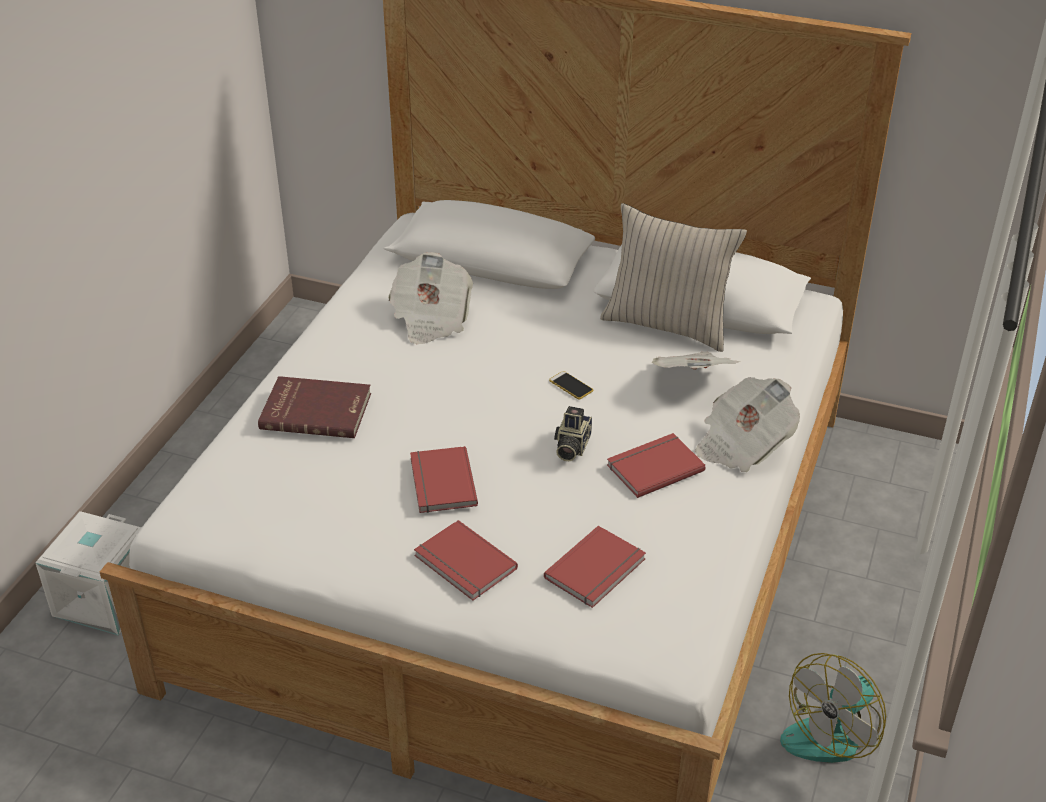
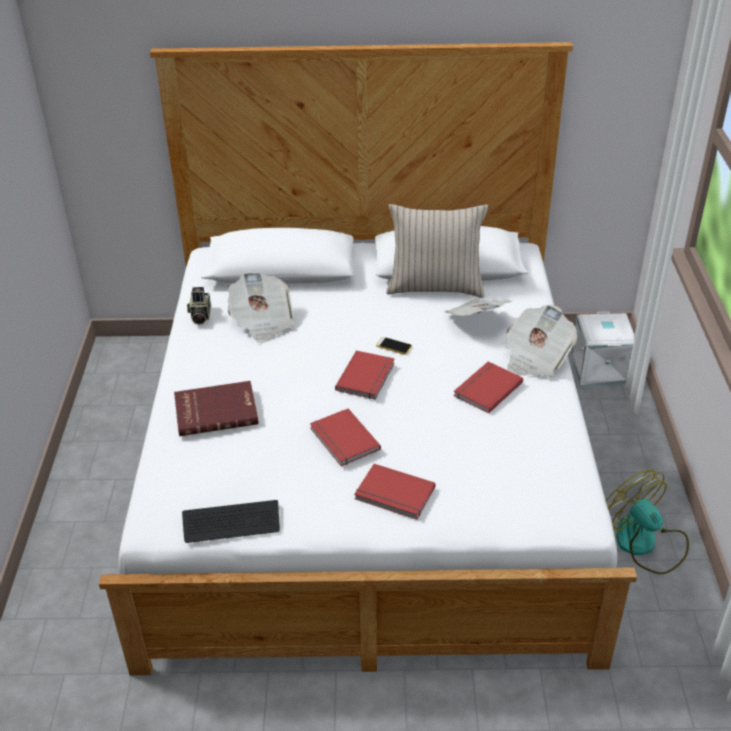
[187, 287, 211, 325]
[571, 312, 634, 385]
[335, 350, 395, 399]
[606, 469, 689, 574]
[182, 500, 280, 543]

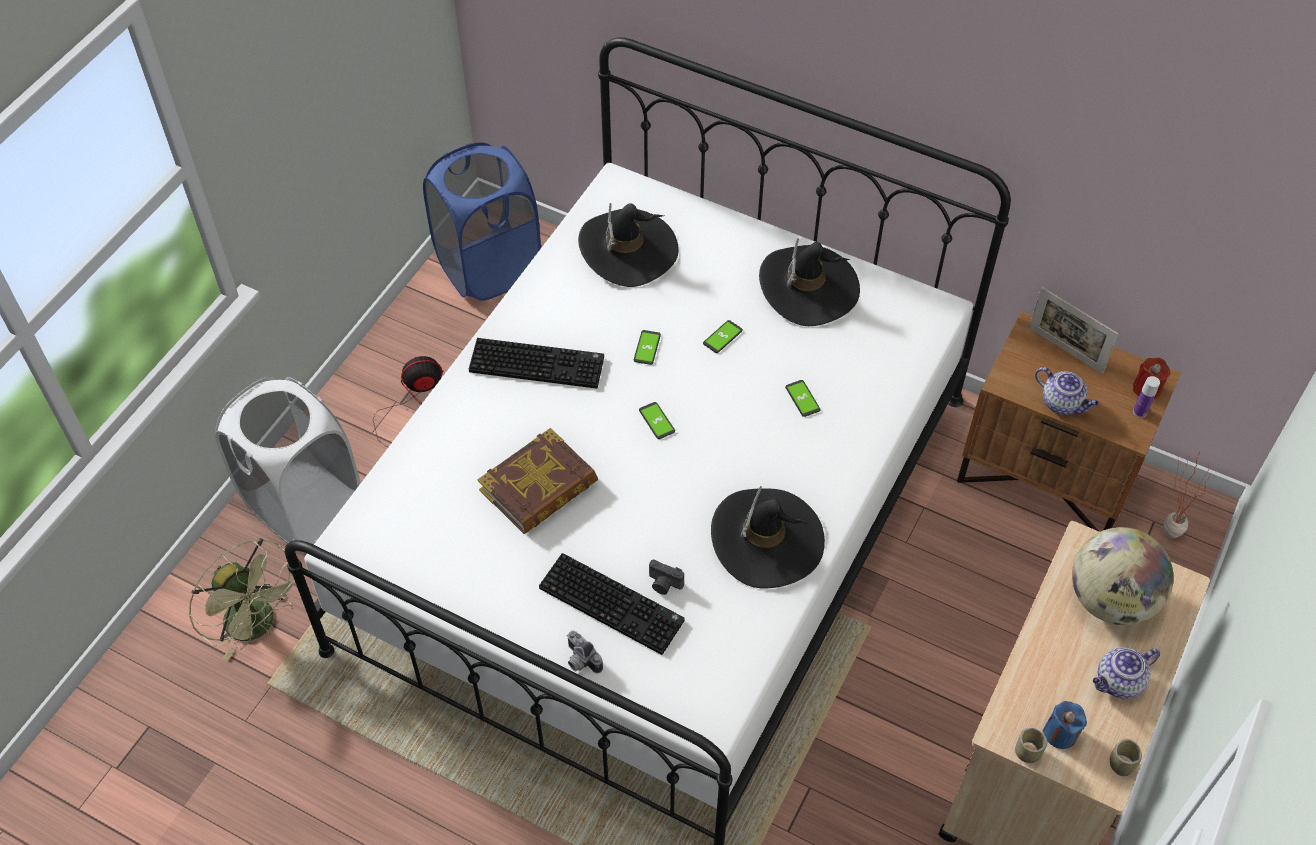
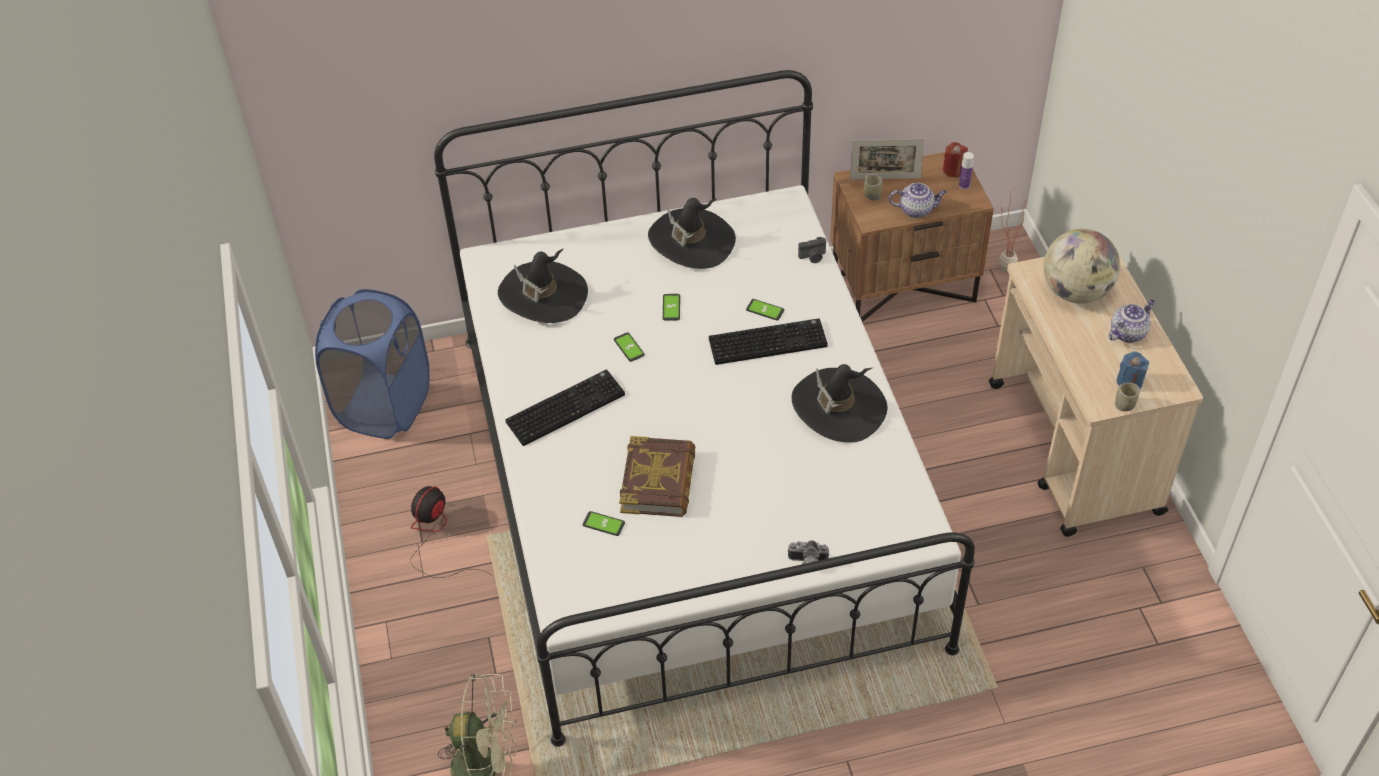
[215, 377, 361, 545] (first image)
[583, 511, 625, 536]
[709, 318, 828, 365]
[798, 237, 826, 263]
[1108, 299, 1155, 343]
[864, 174, 883, 201]

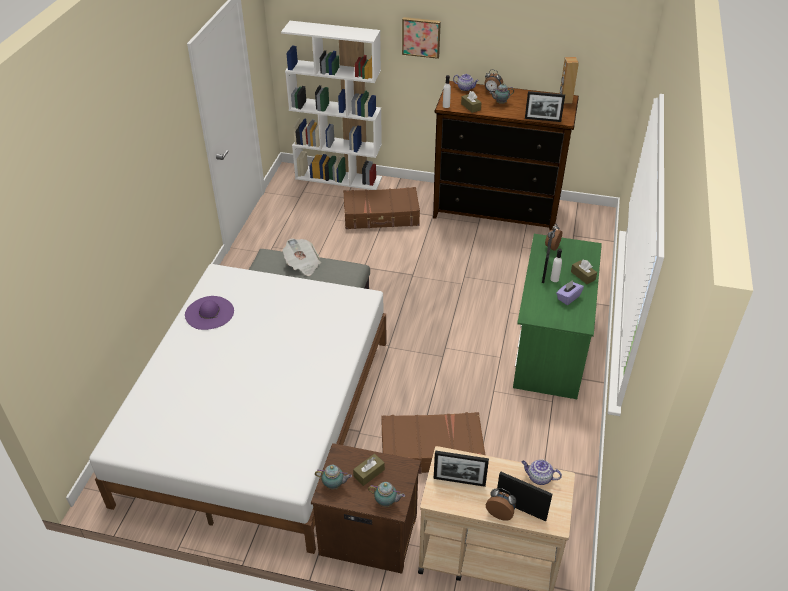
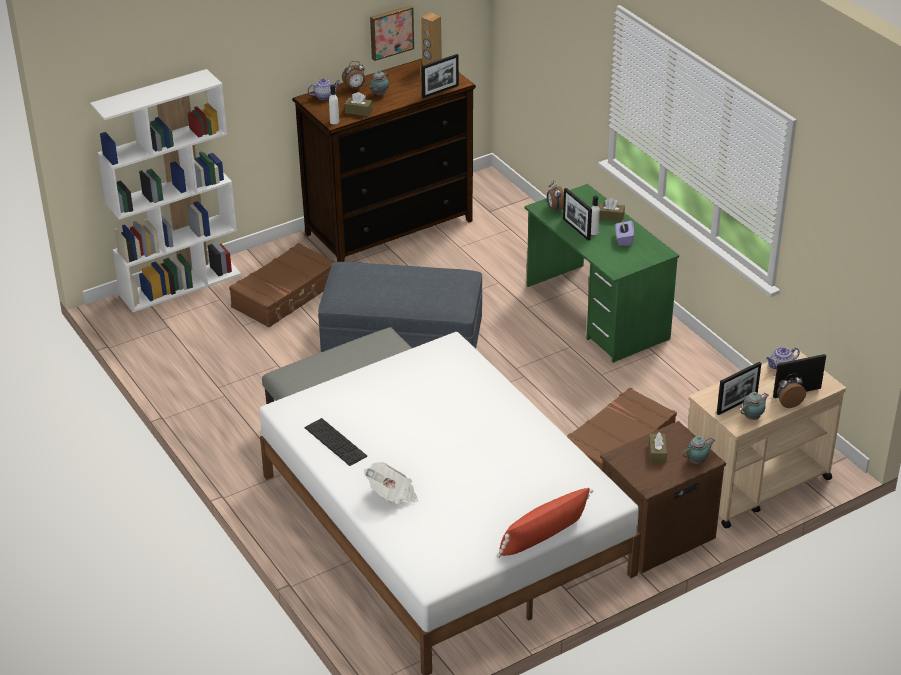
[370, 5, 414, 61]
[364, 462, 419, 504]
[304, 418, 367, 466]
[740, 392, 769, 420]
[318, 262, 482, 352]
[497, 488, 593, 558]

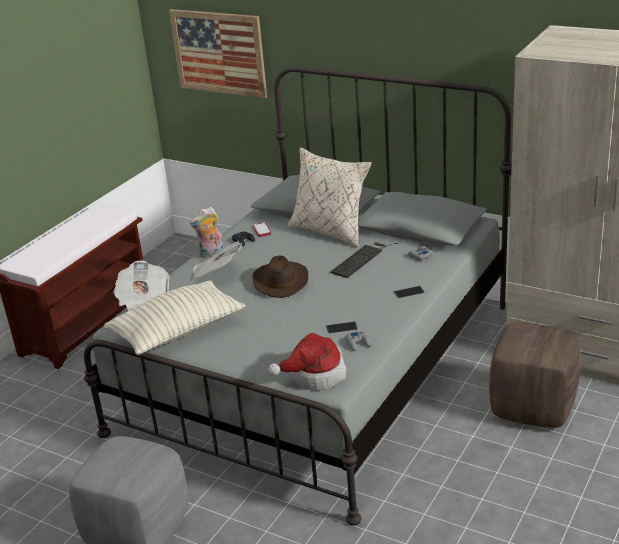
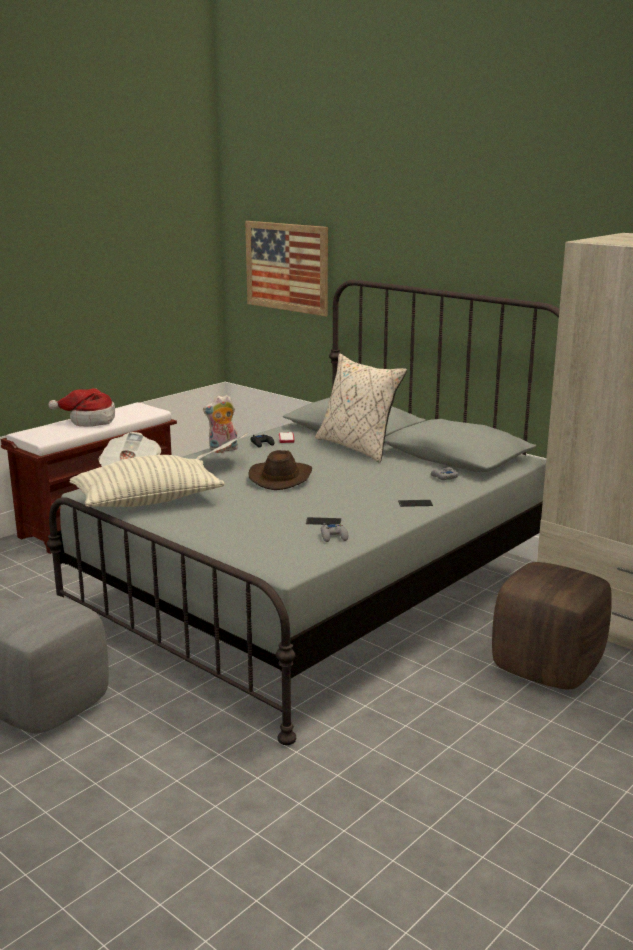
[330, 242, 398, 278] (first image)
[48, 388, 115, 427]

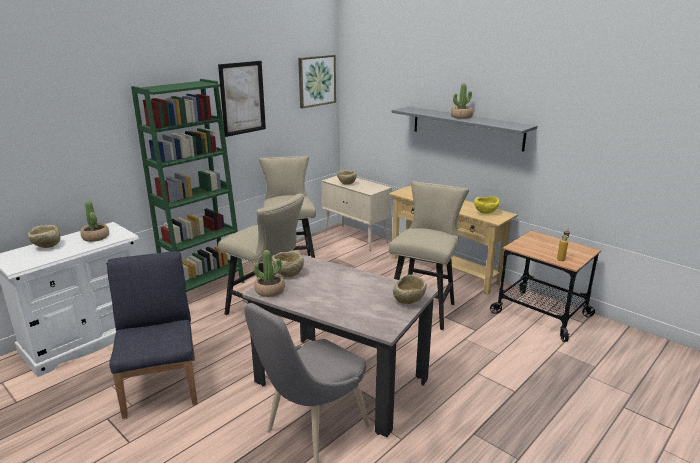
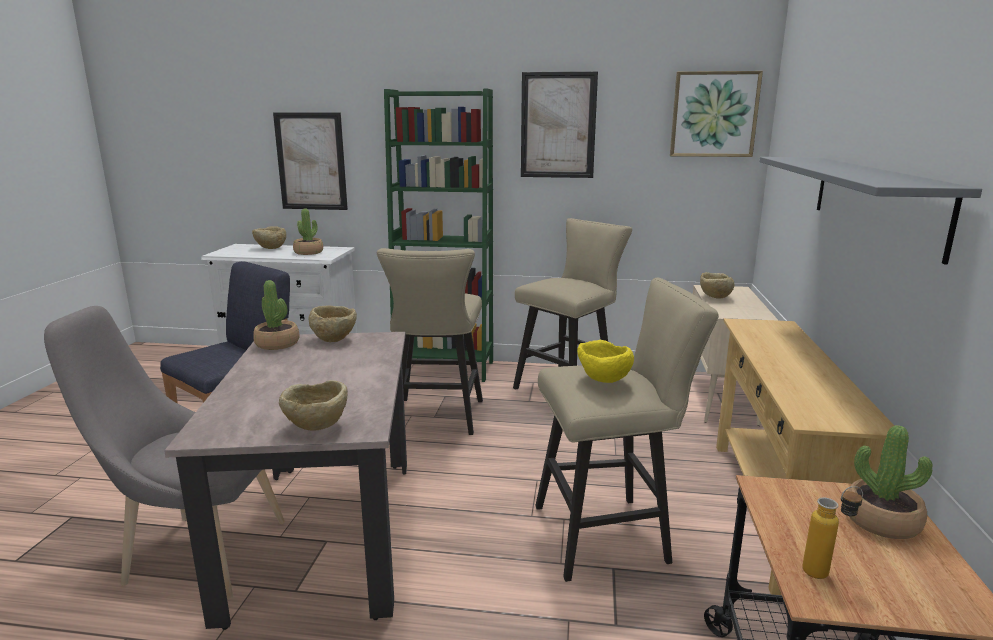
[848, 425, 932, 539]
[577, 340, 634, 383]
[273, 113, 348, 210]

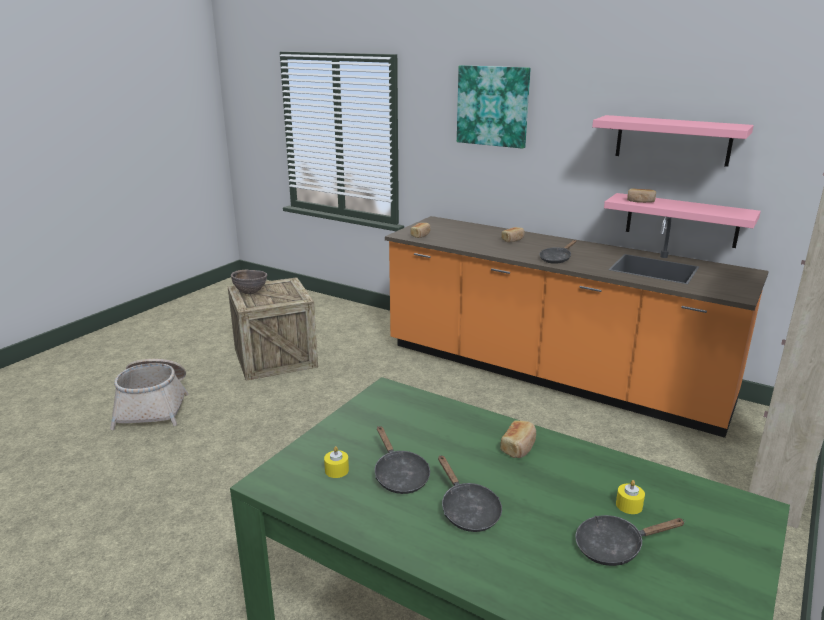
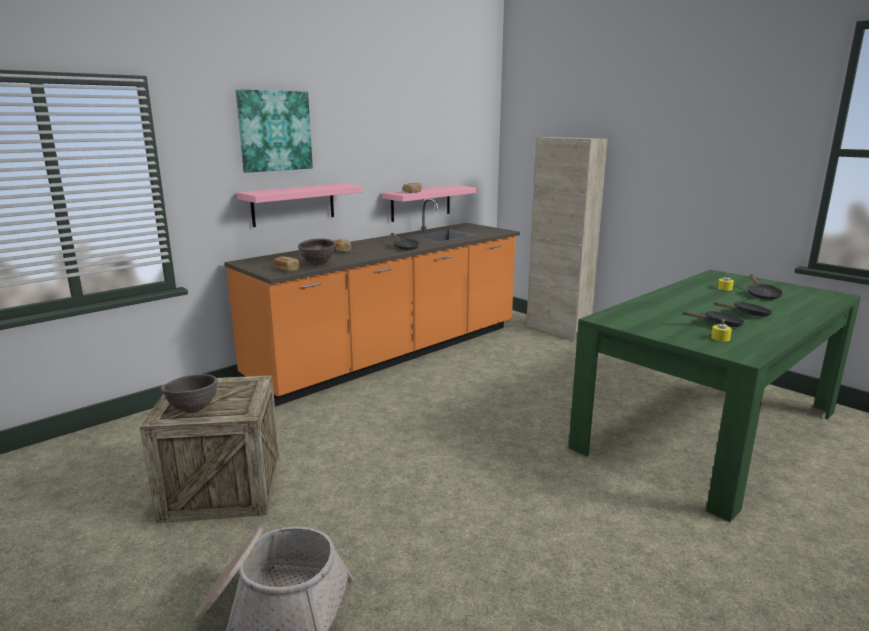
[237, 183, 363, 227]
[500, 420, 536, 458] (first image)
[298, 238, 336, 265]

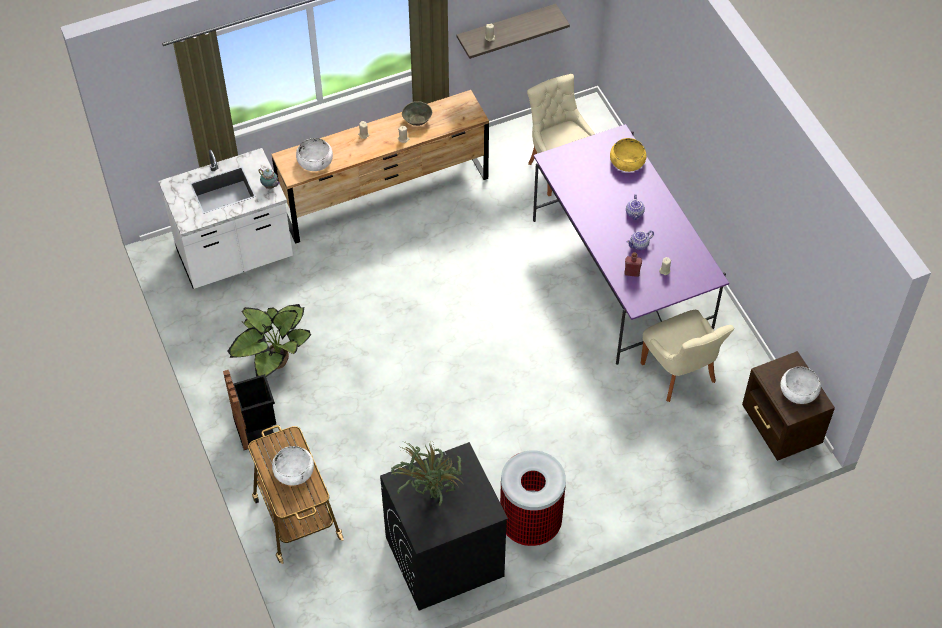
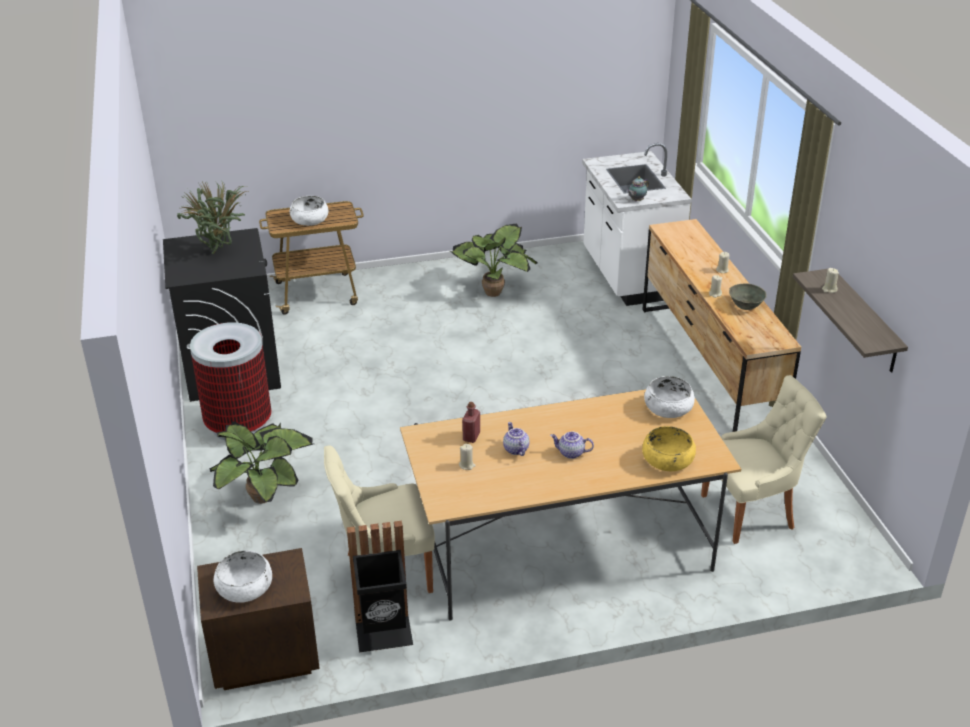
[400, 389, 741, 621]
[644, 376, 695, 418]
[347, 521, 413, 653]
[210, 421, 313, 504]

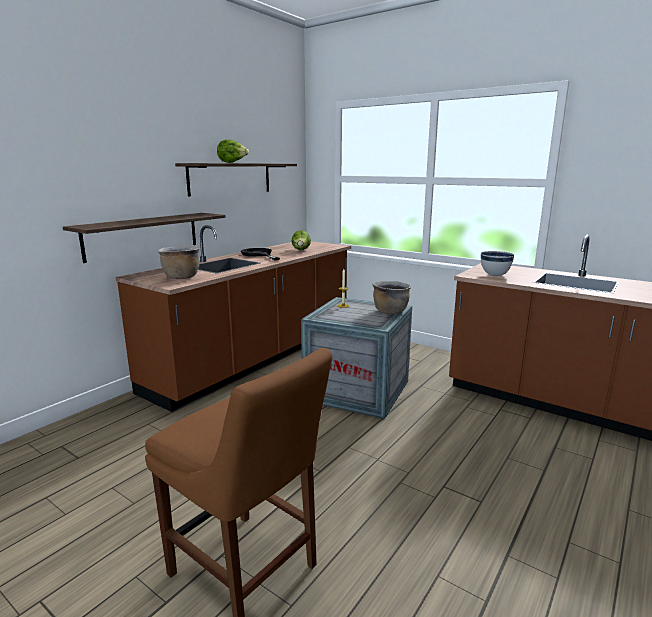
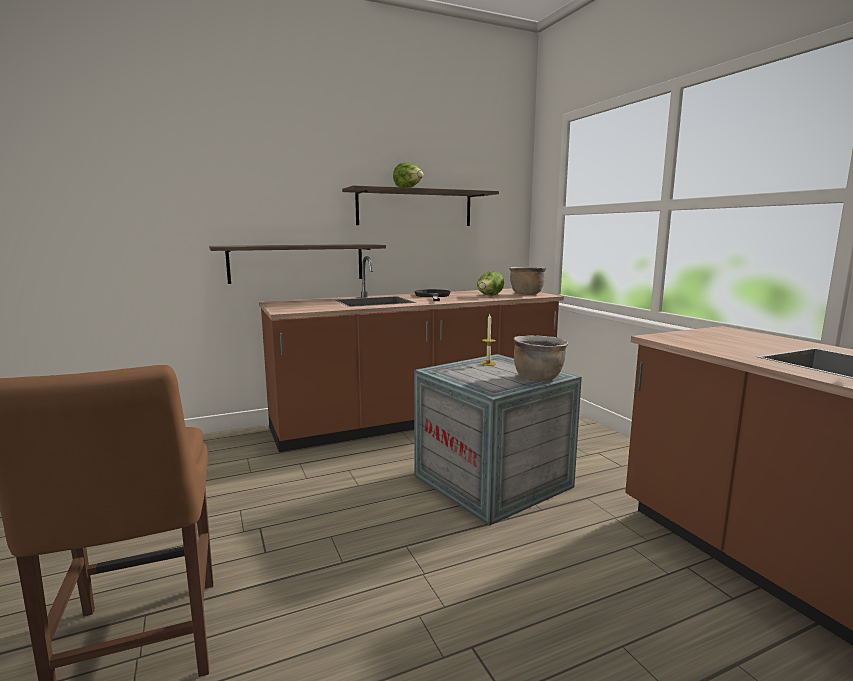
[509, 267, 546, 295]
[481, 251, 514, 276] (first image)

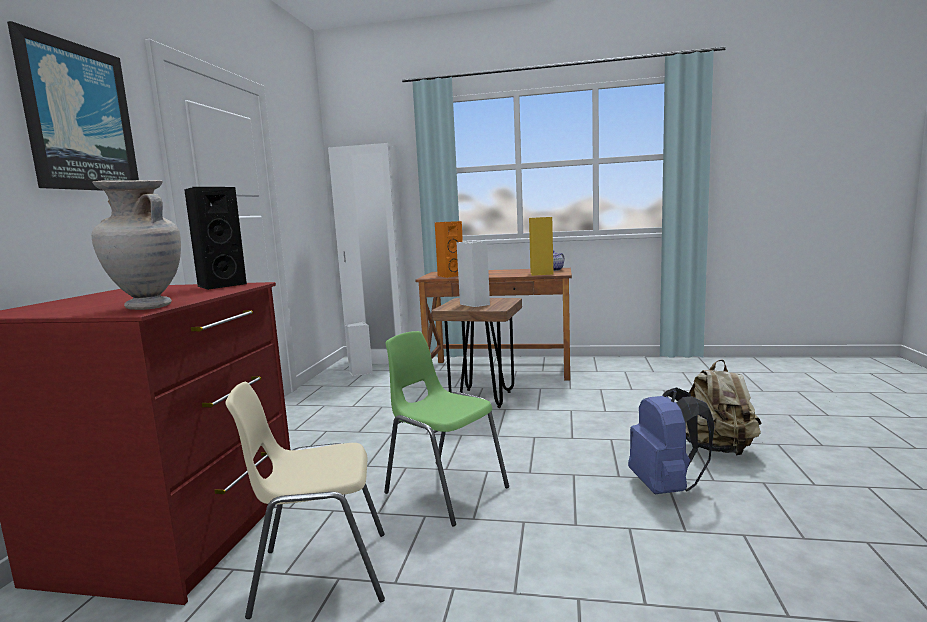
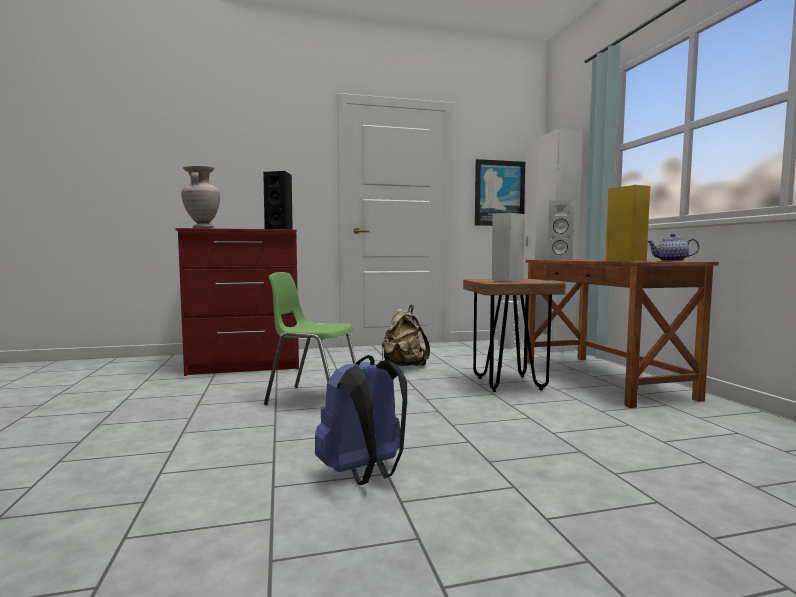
[475, 159, 525, 226]
[547, 200, 575, 260]
[264, 272, 356, 405]
[382, 305, 430, 366]
[225, 382, 385, 619] (first image)

